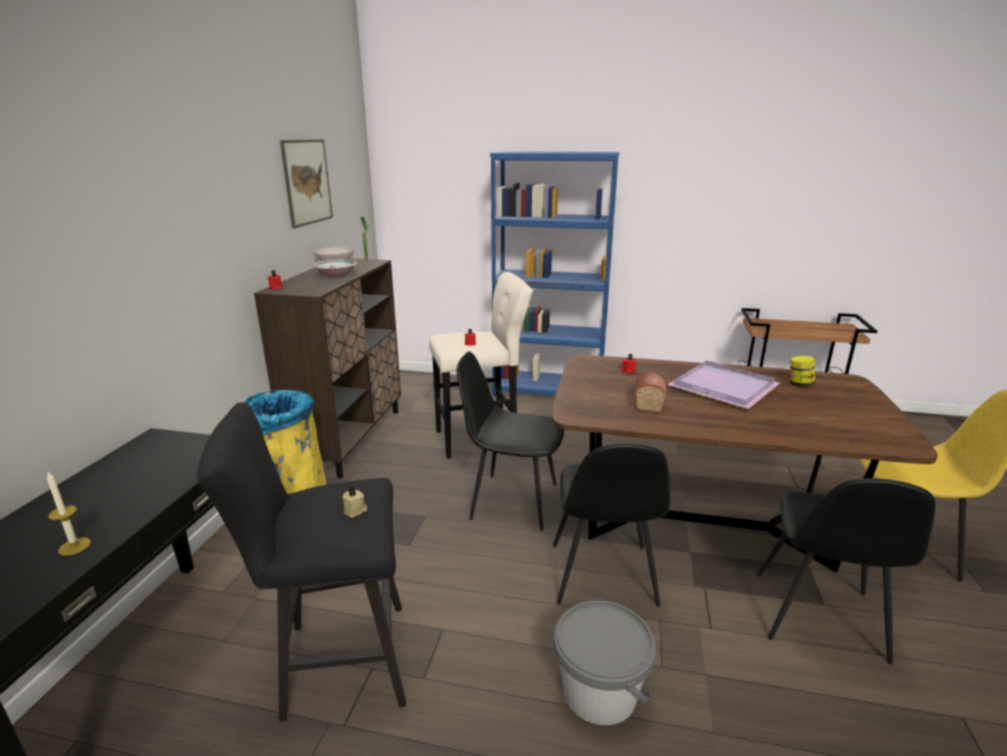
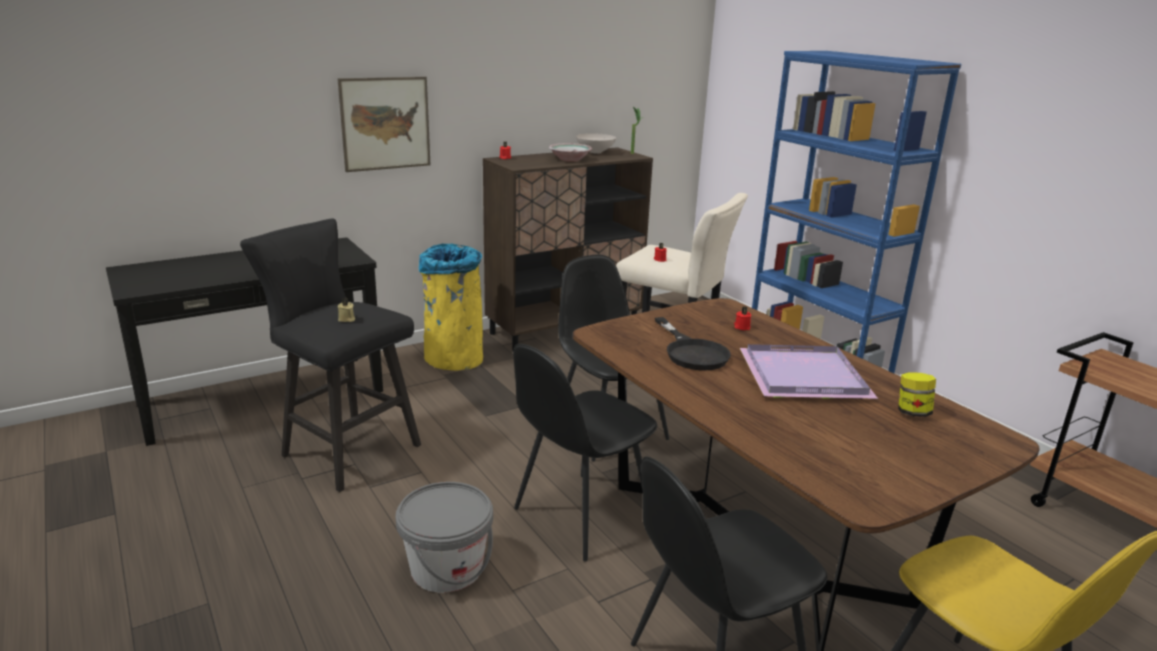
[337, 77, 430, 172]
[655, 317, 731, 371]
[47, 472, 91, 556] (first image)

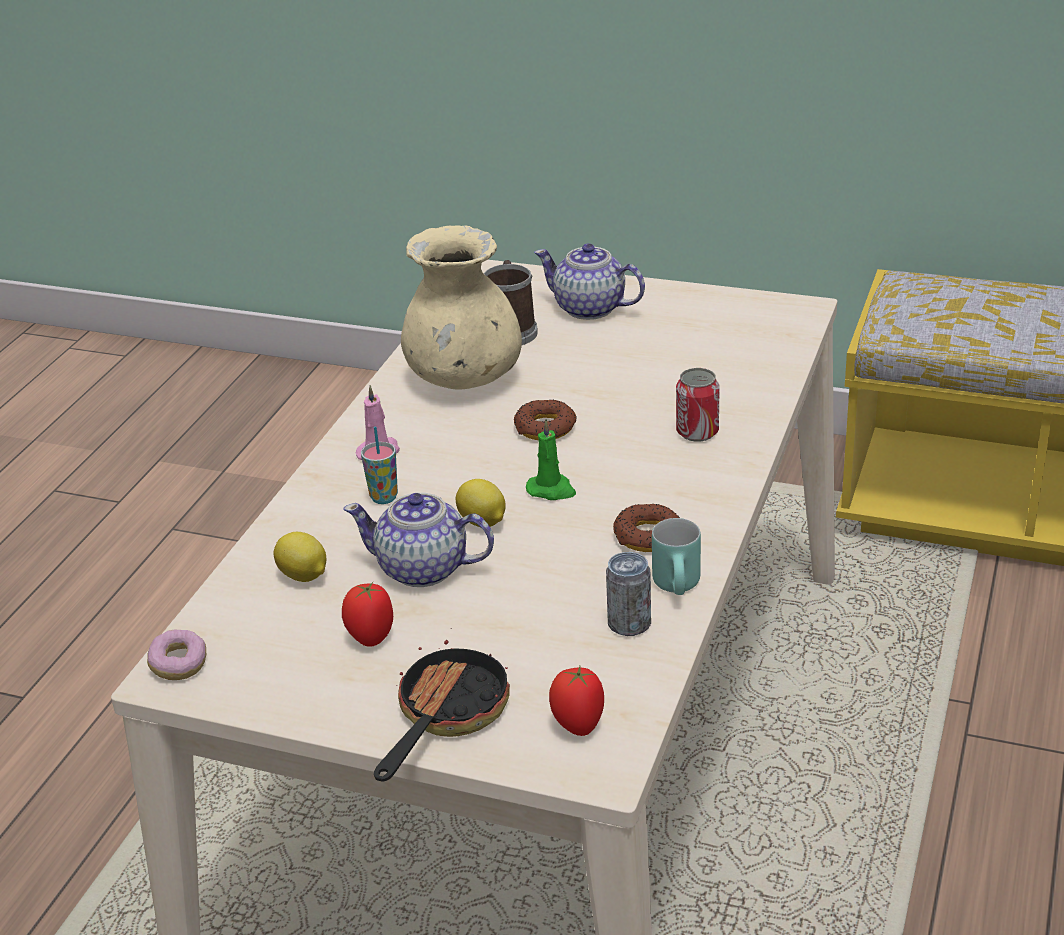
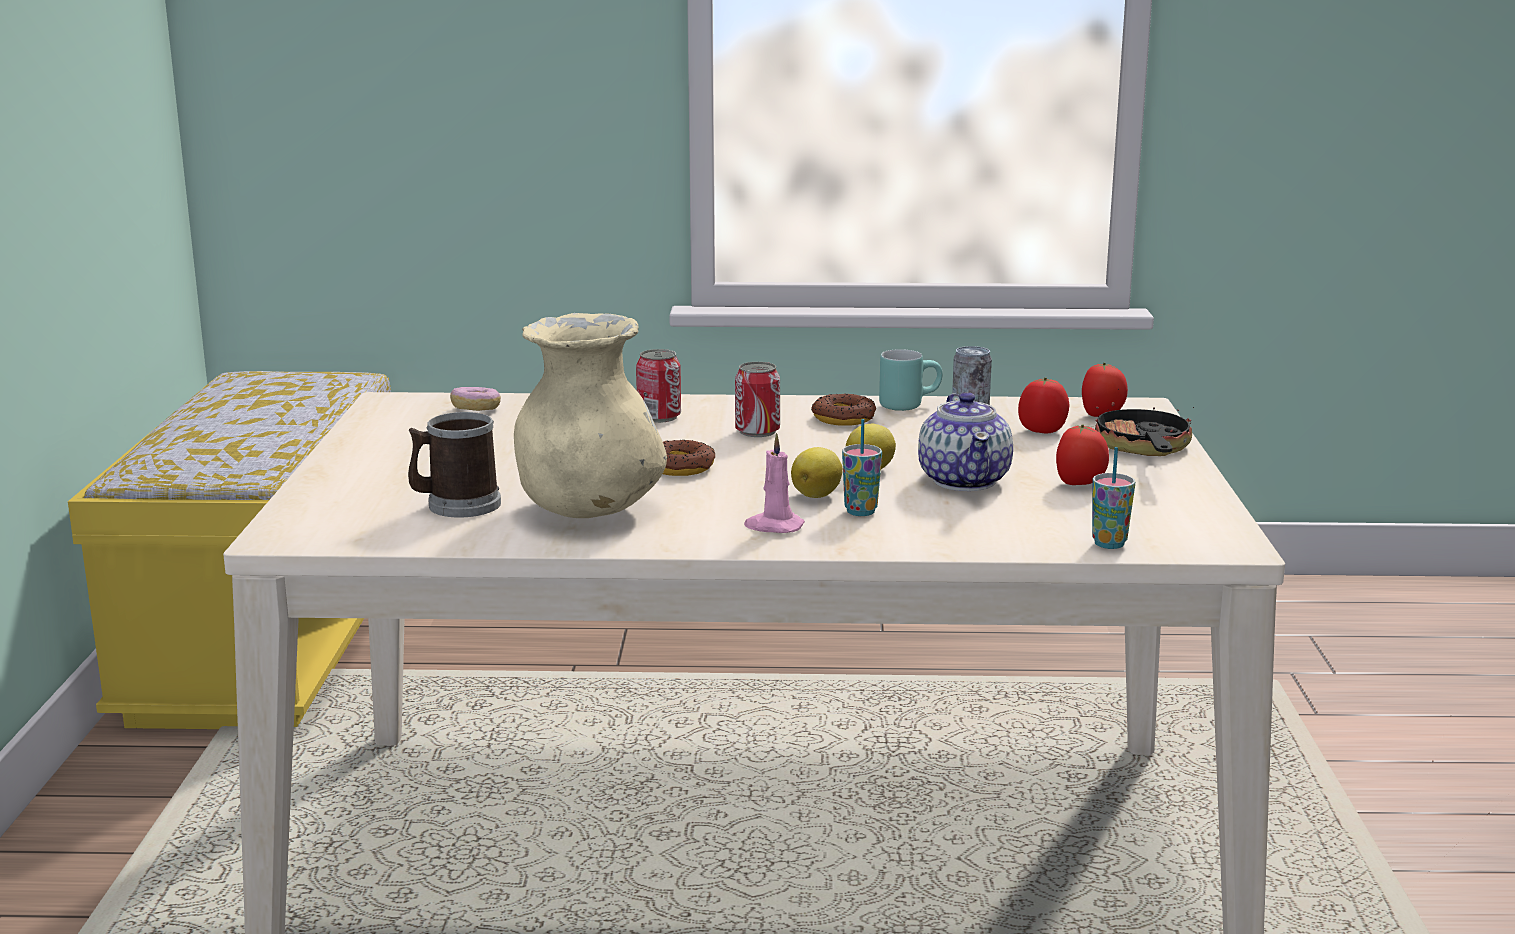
[534, 243, 645, 320] (first image)
[526, 420, 576, 500] (first image)
[791, 447, 843, 498]
[450, 387, 501, 411]
[1095, 389, 1194, 456]
[735, 362, 780, 437]
[1018, 377, 1069, 433]
[1092, 447, 1135, 549]

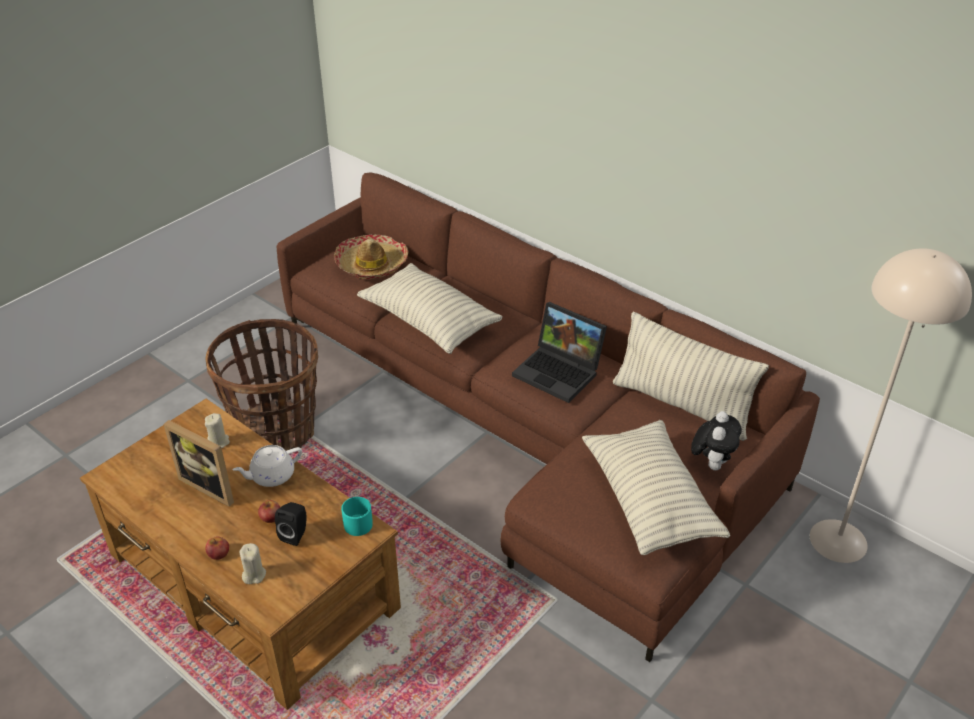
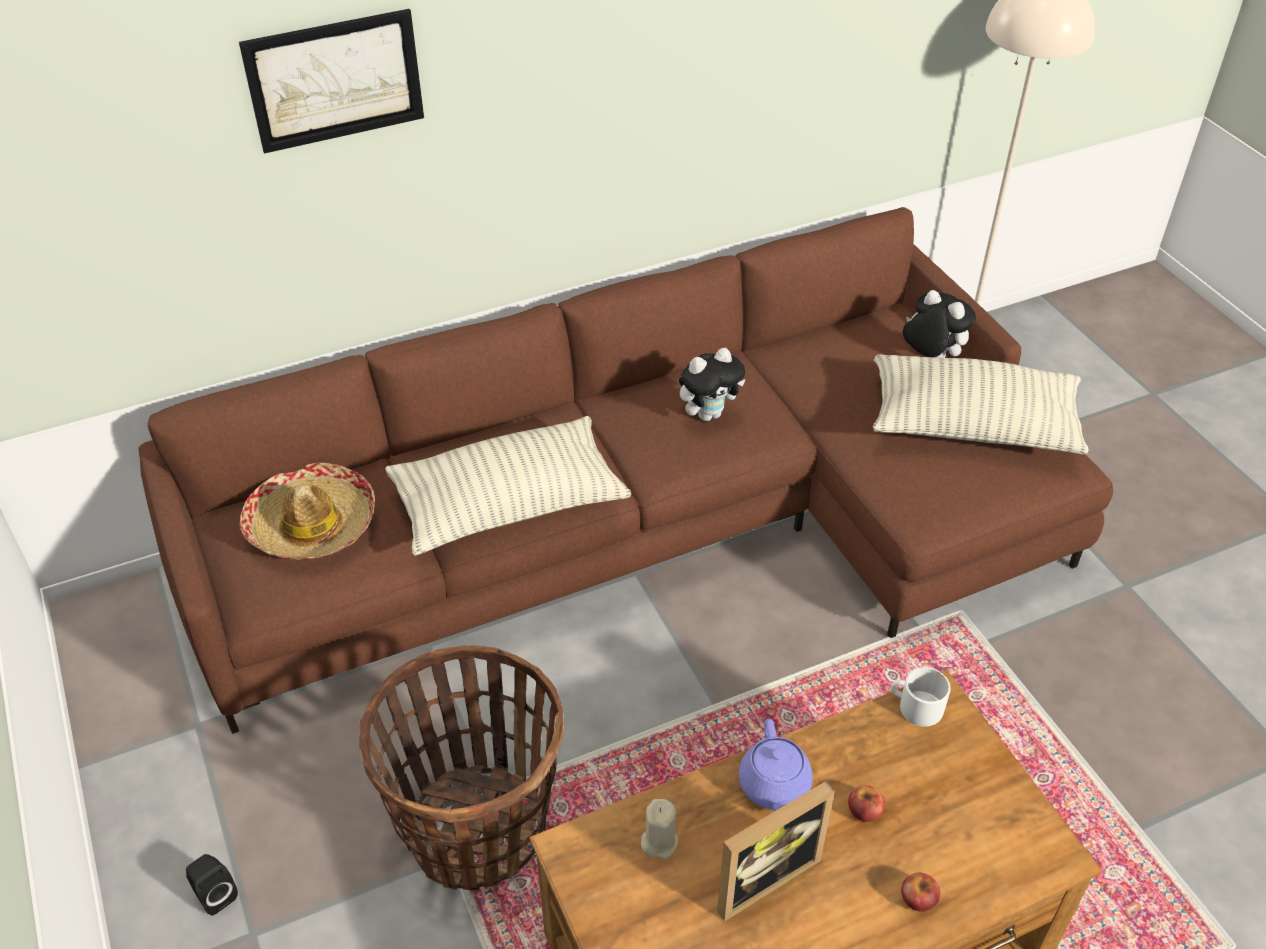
[679, 348, 746, 421]
[613, 312, 769, 441] (first image)
[739, 719, 813, 812]
[891, 667, 951, 727]
[186, 854, 238, 915]
[240, 543, 266, 584] (first image)
[239, 9, 424, 154]

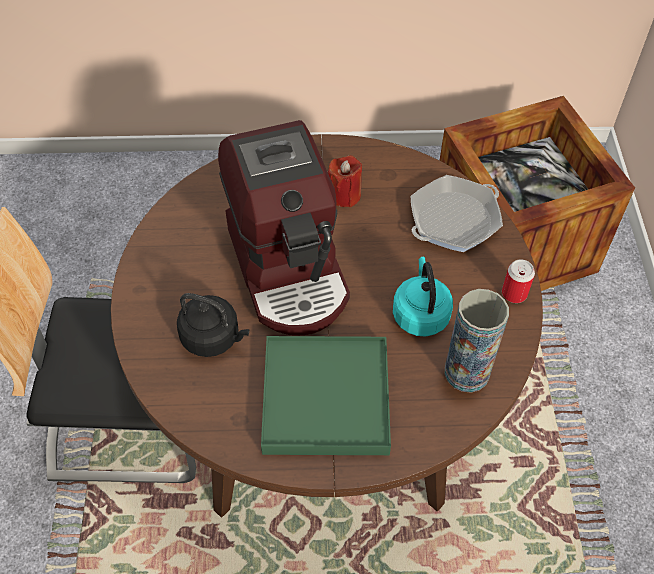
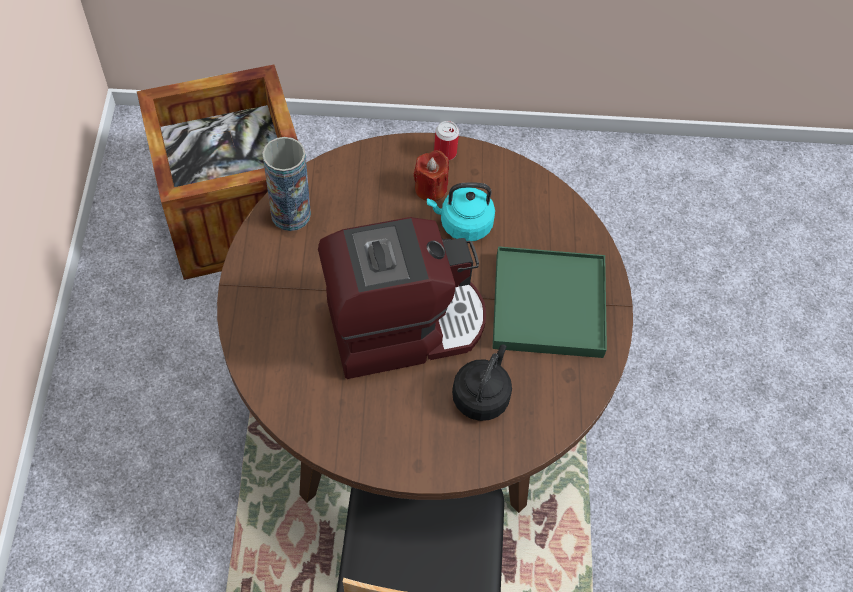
[414, 150, 449, 201]
[411, 175, 503, 252] (first image)
[262, 137, 311, 231]

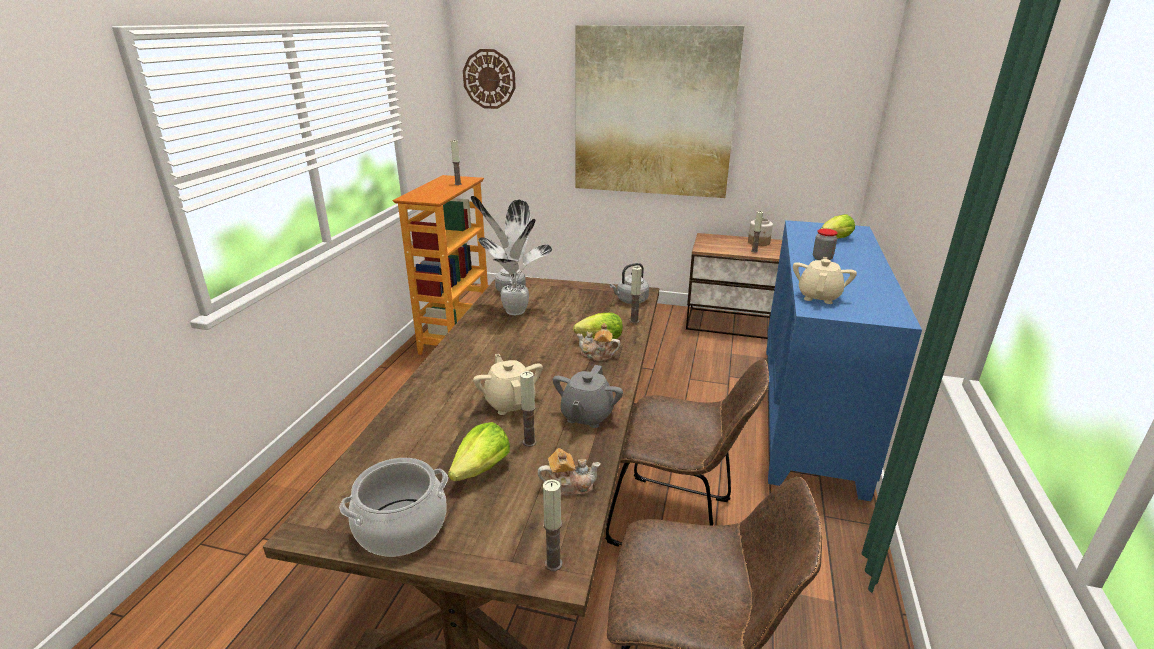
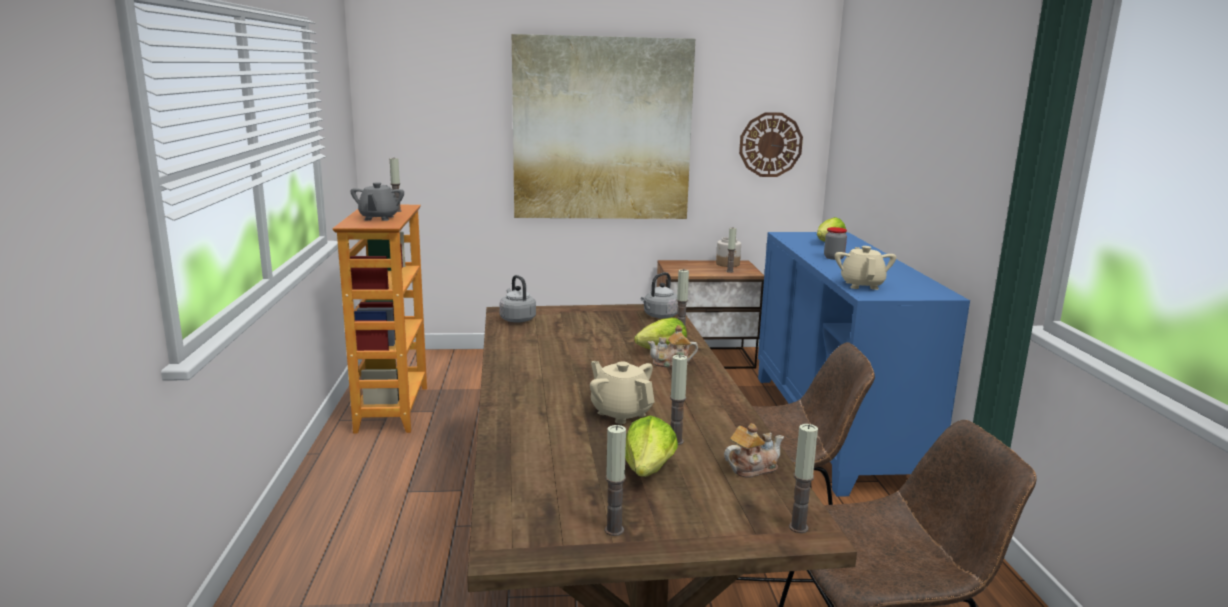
[739, 112, 803, 177]
[471, 196, 552, 315] (first image)
[350, 182, 404, 221]
[605, 425, 626, 536]

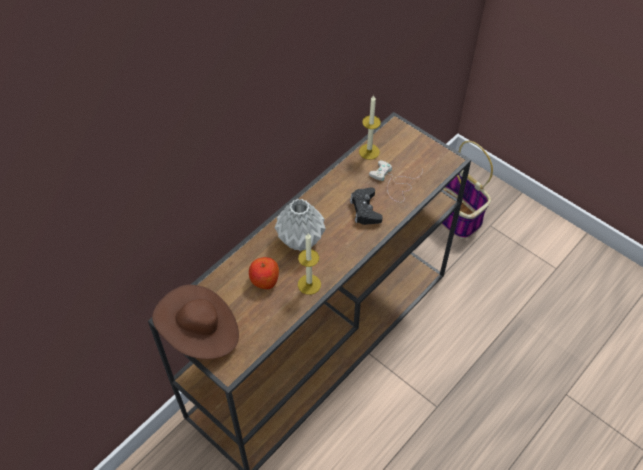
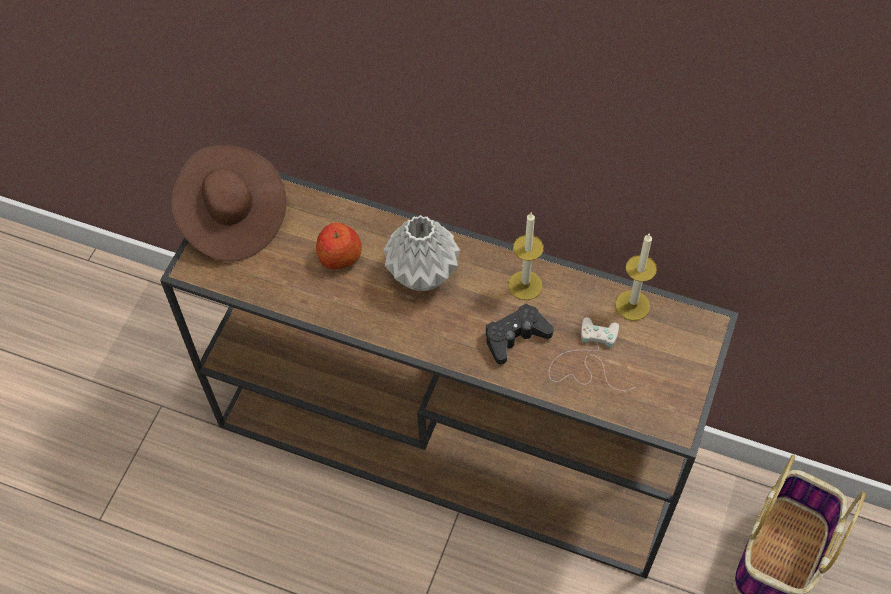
[508, 212, 544, 300]

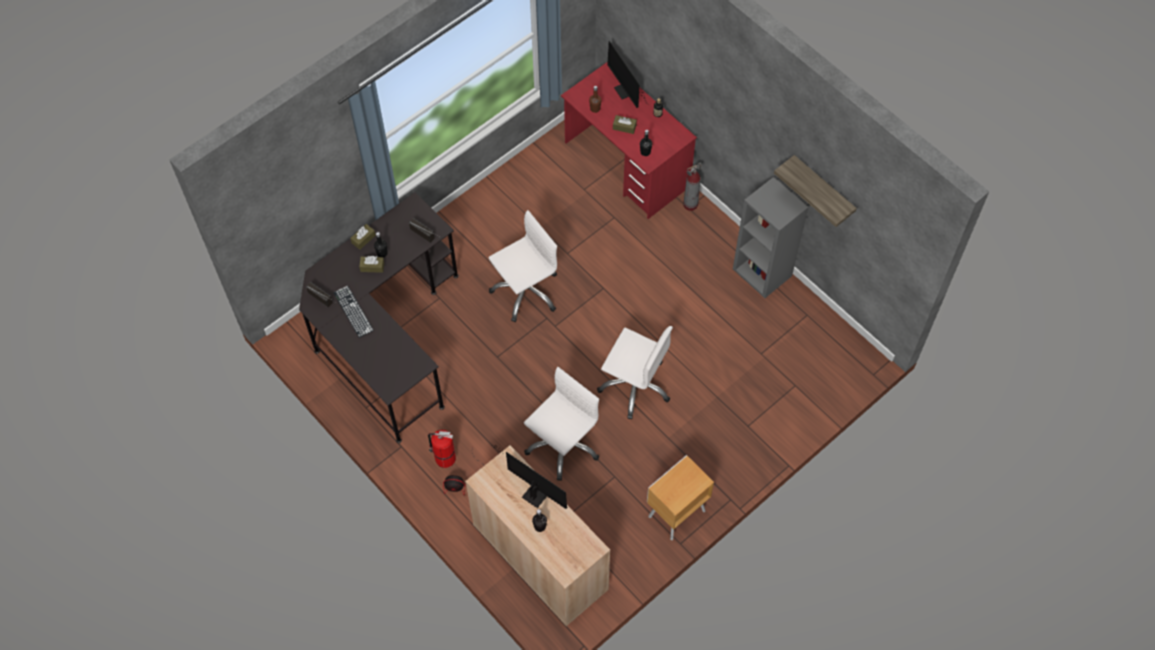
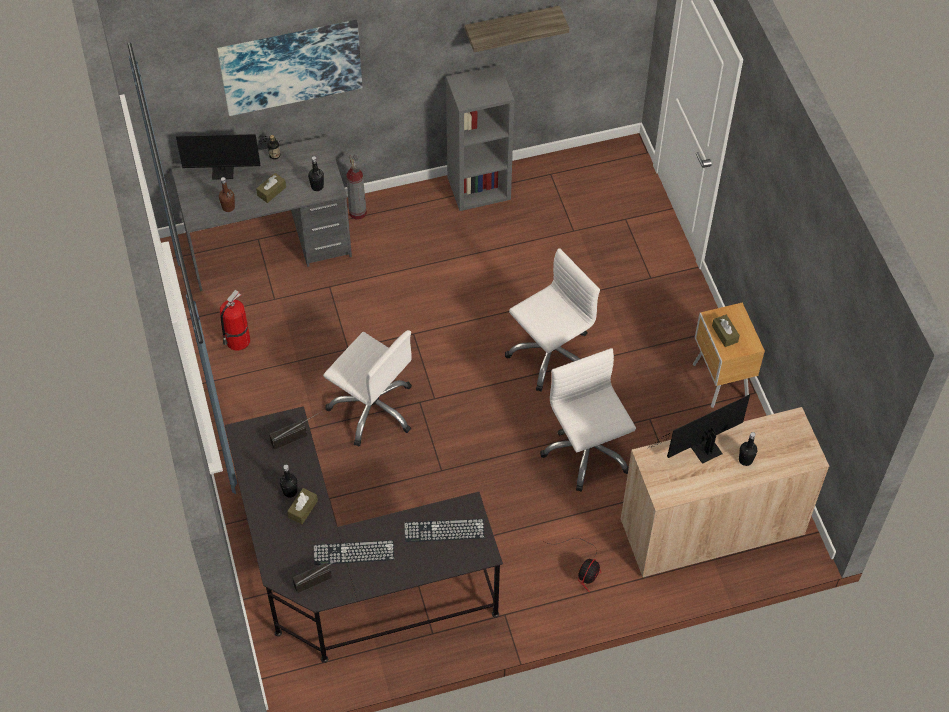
[172, 136, 352, 291]
[323, 330, 412, 446]
[712, 315, 740, 347]
[220, 290, 250, 350]
[217, 20, 362, 116]
[404, 519, 484, 542]

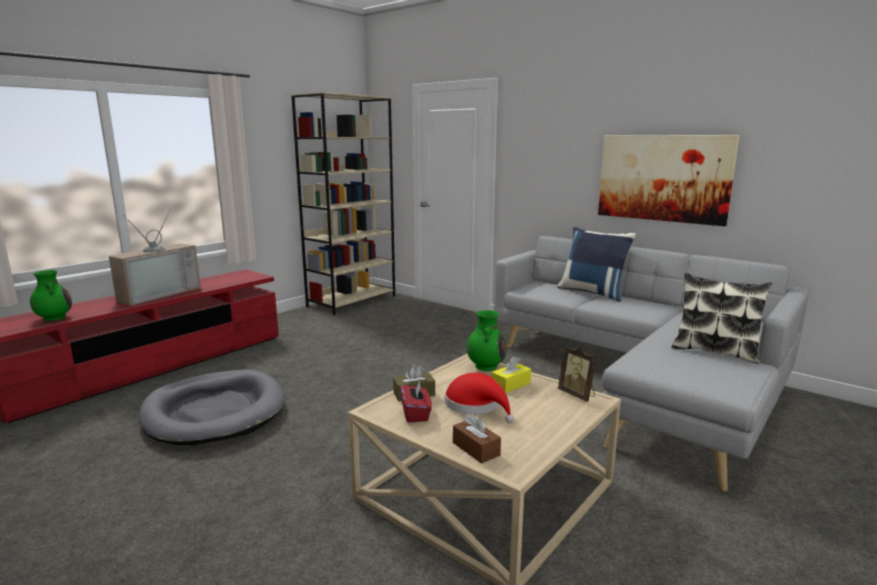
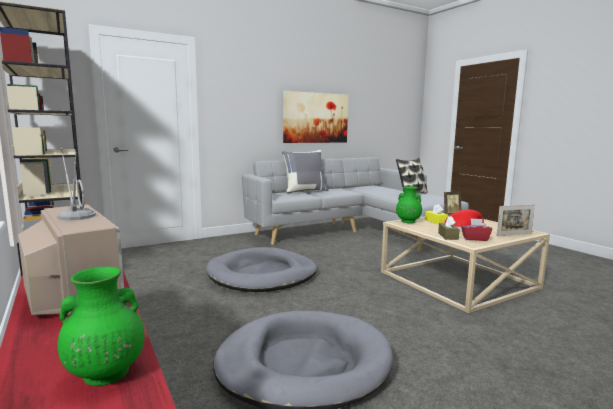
[282, 150, 328, 194]
[496, 204, 535, 236]
[206, 247, 317, 292]

